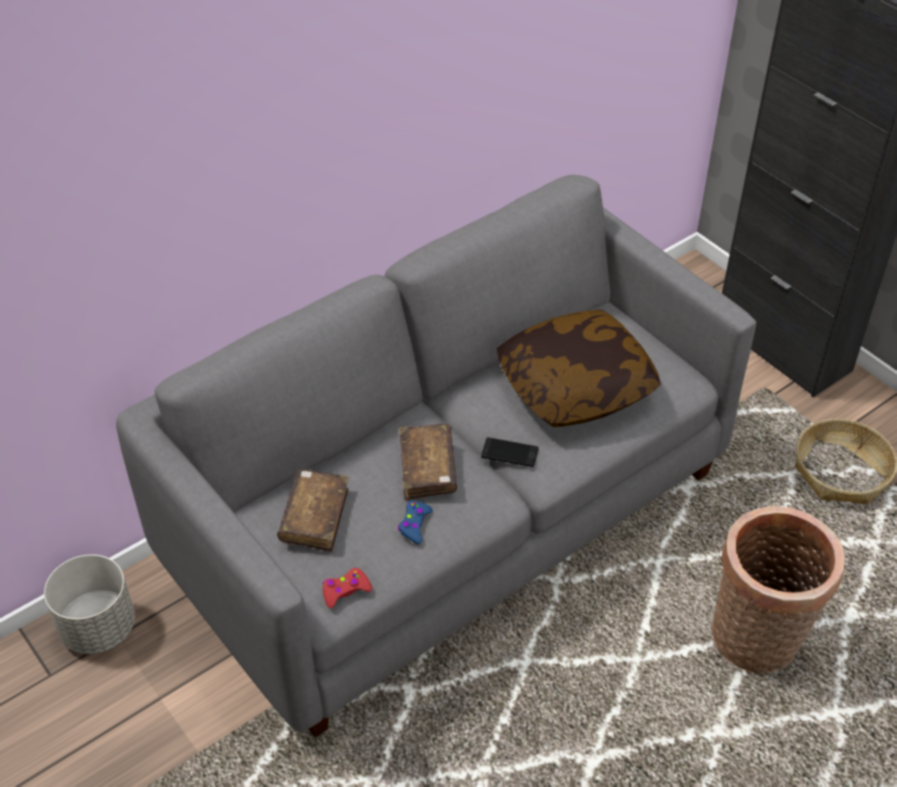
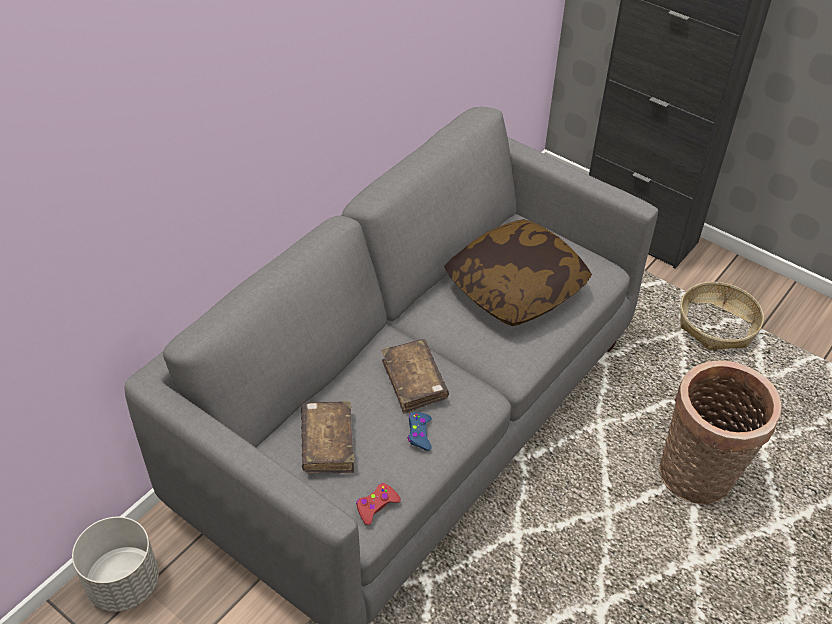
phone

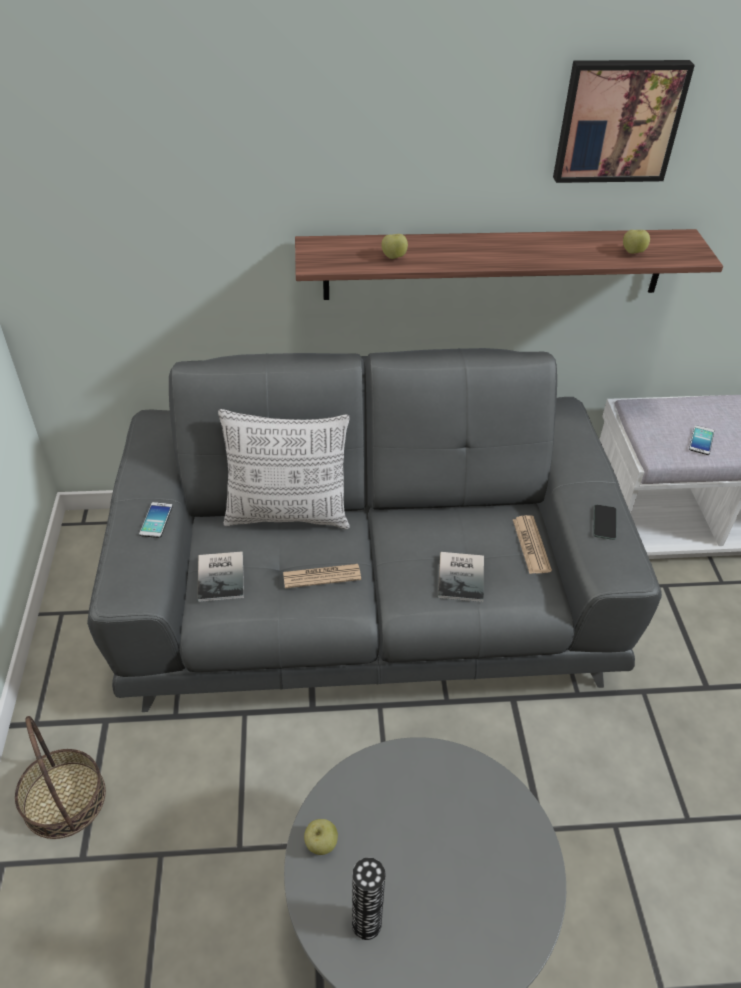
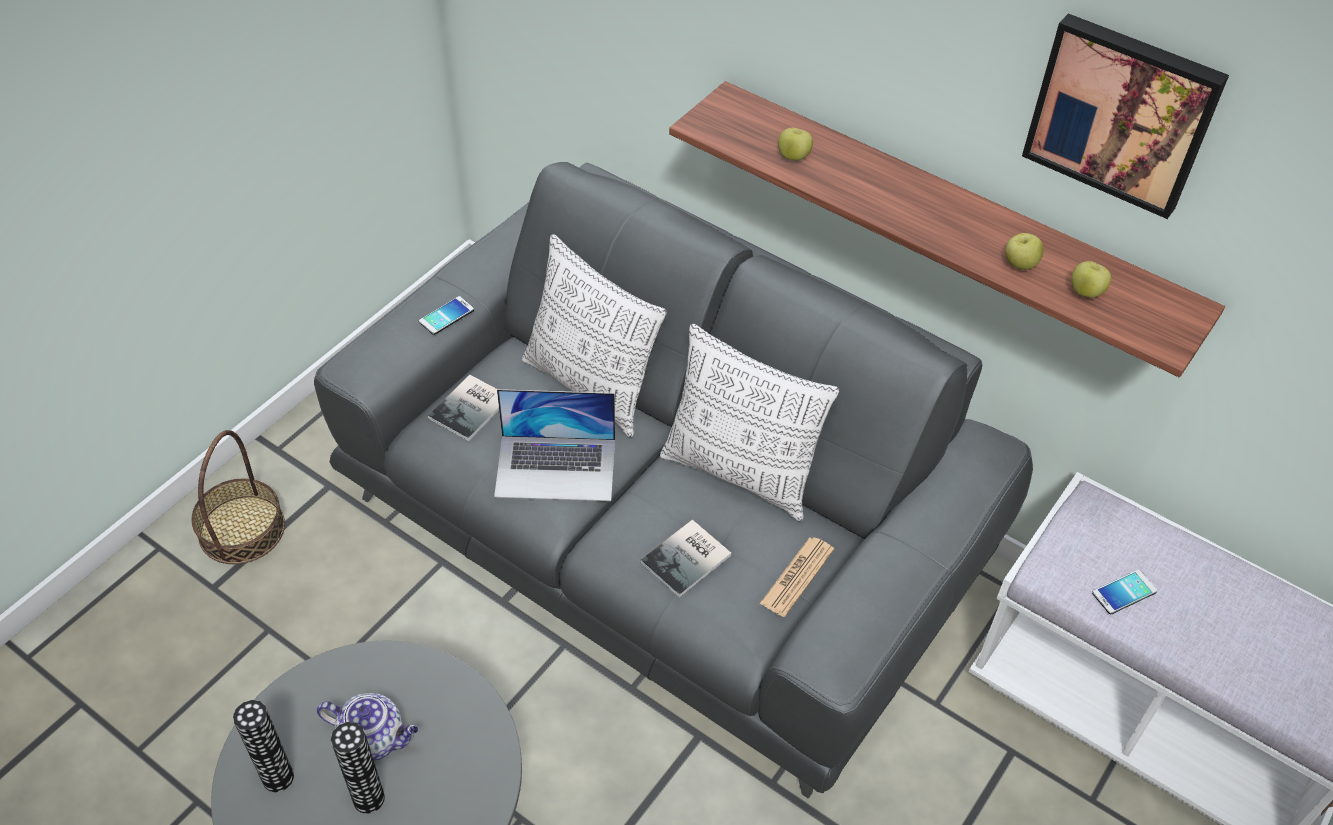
phone (2nd from left in the first image)
portable computer
apple (2nd from left)
pillow (2nd from left)
tea pot
decorative vase (2nd from left)

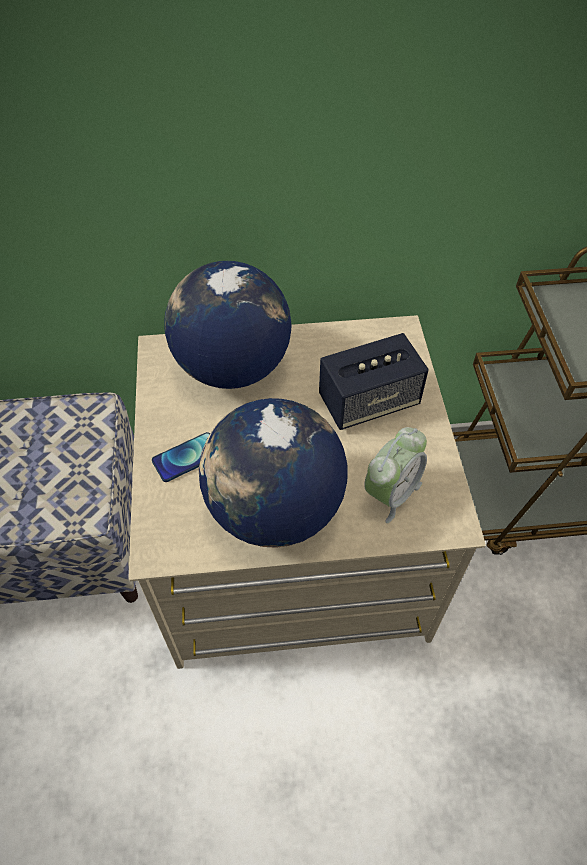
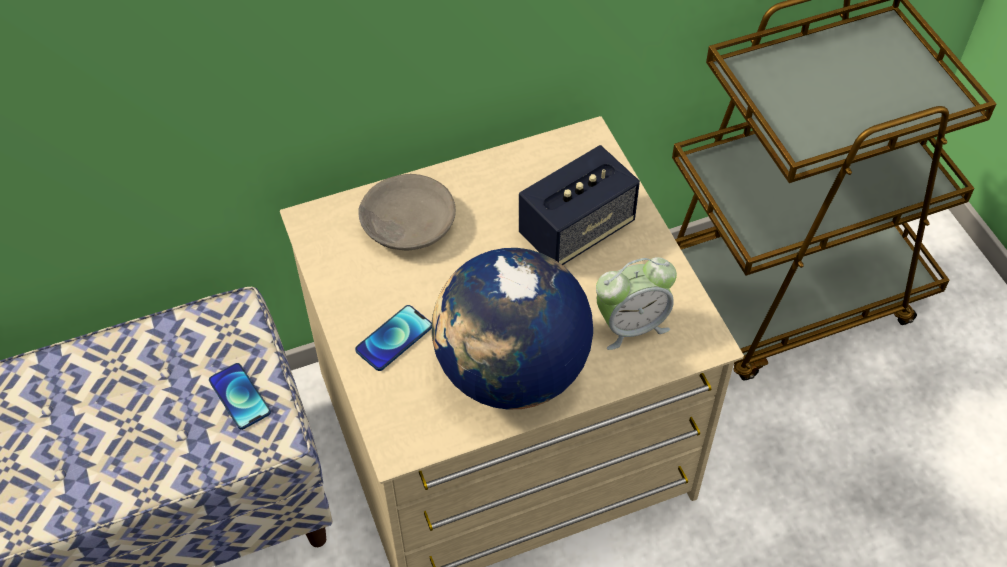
grey bowl
bedside clock
phone (1st from left)

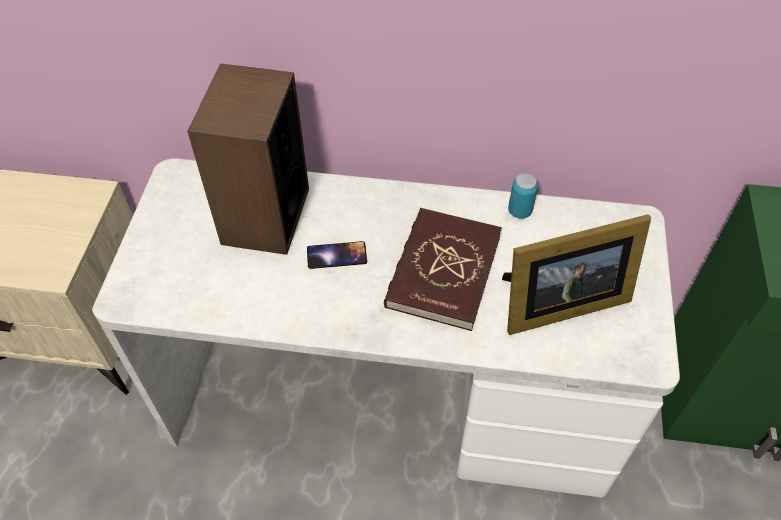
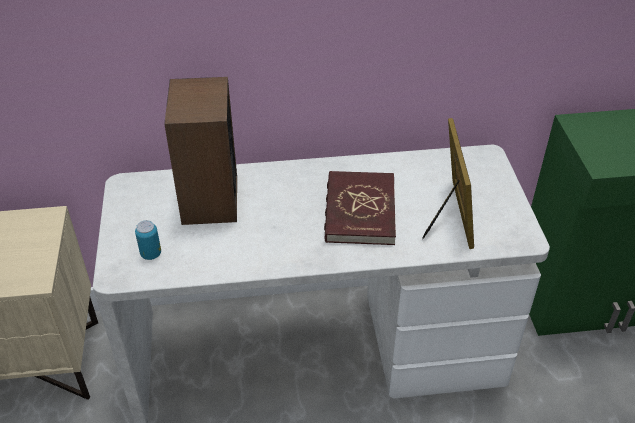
sealed can
picture frame
phone

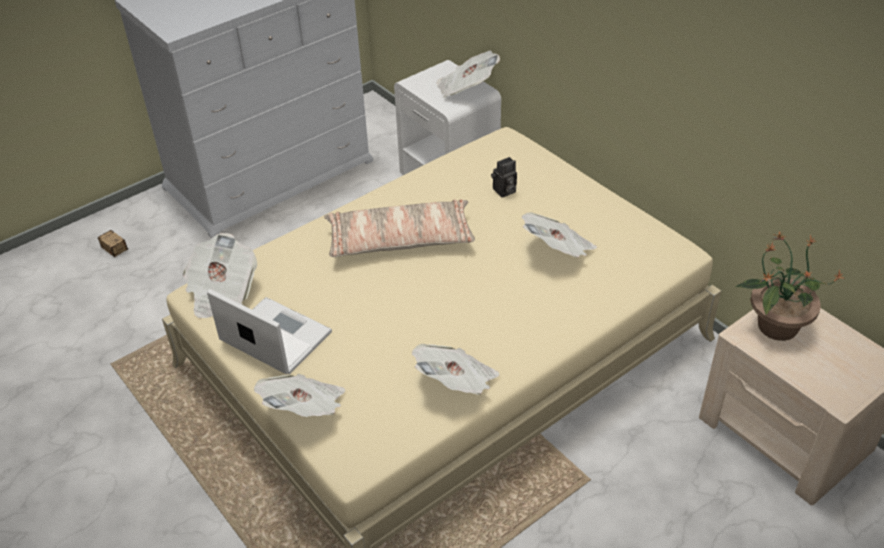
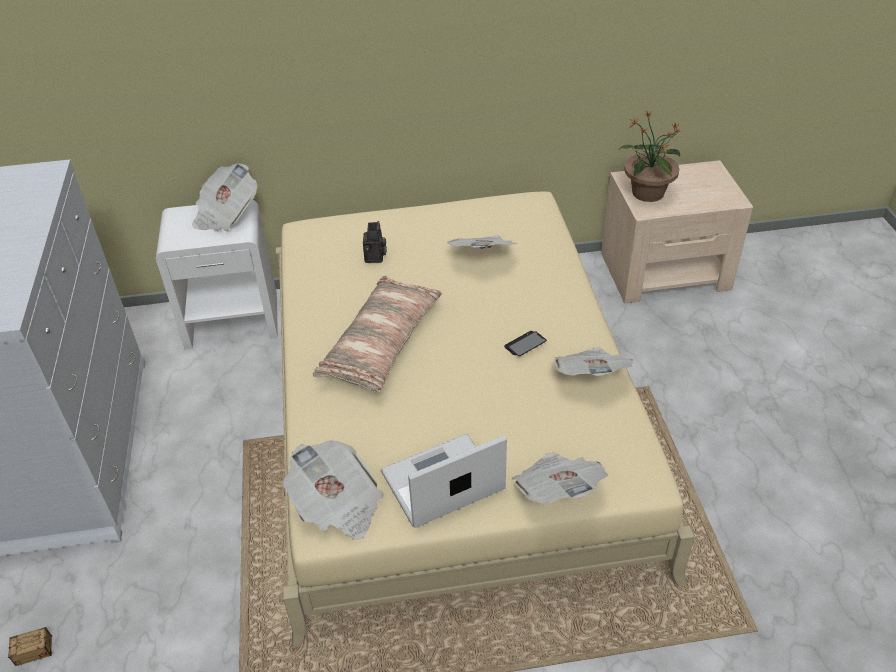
phone

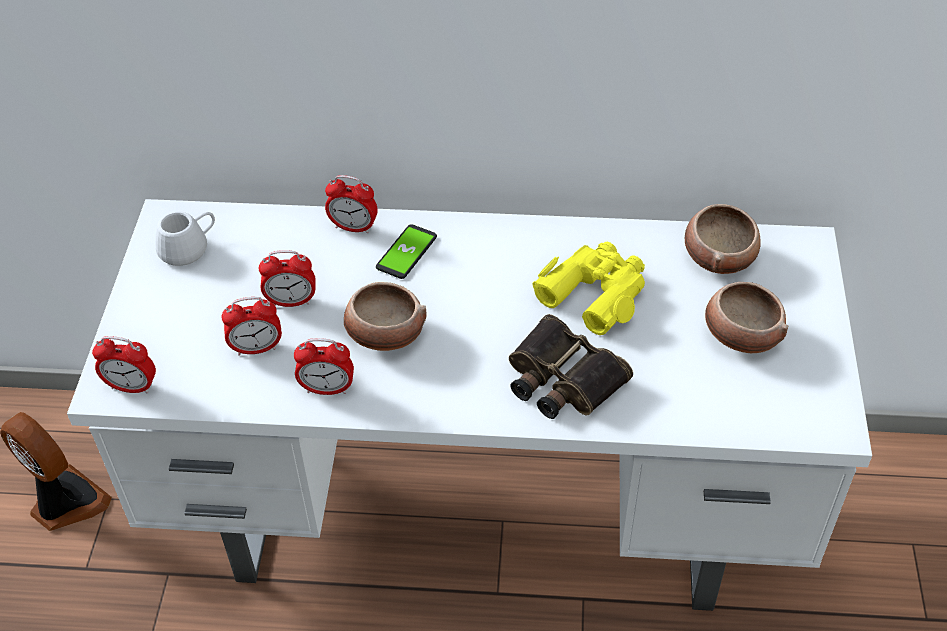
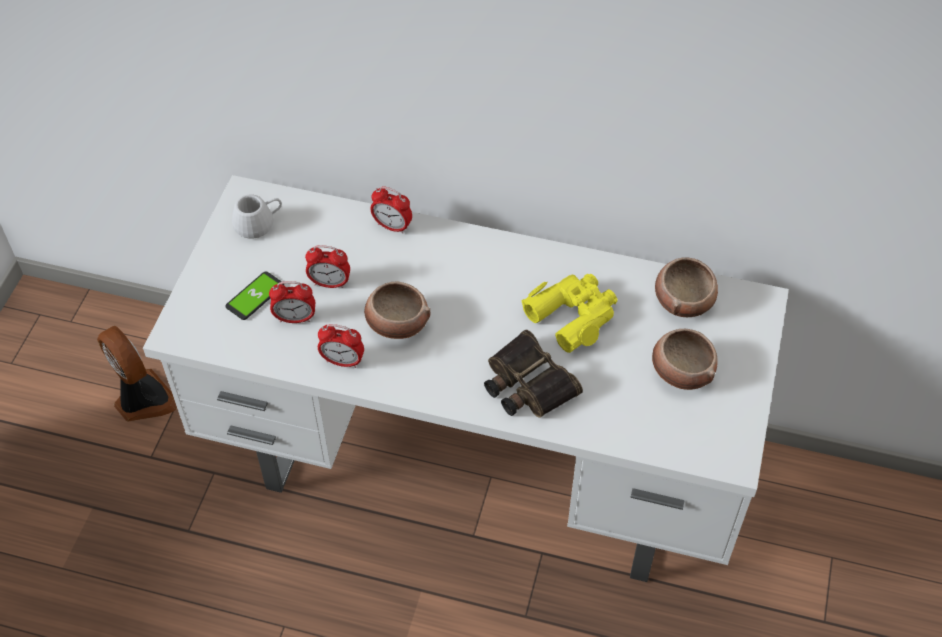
phone
bedside clock (1st from left in the first image)

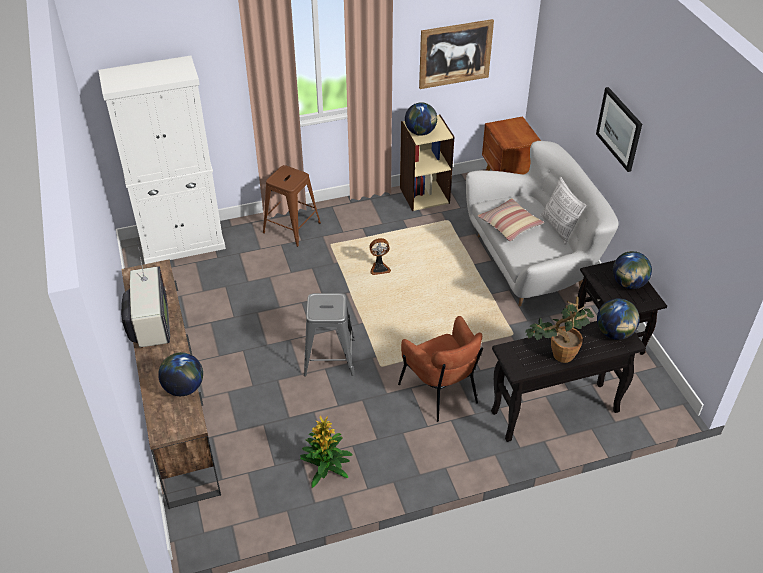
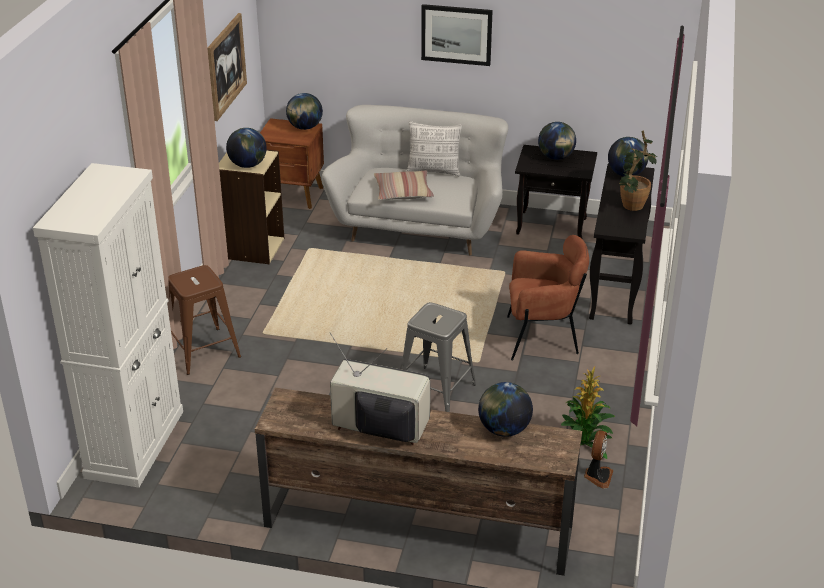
cooling fan
world globe (2nd from left)

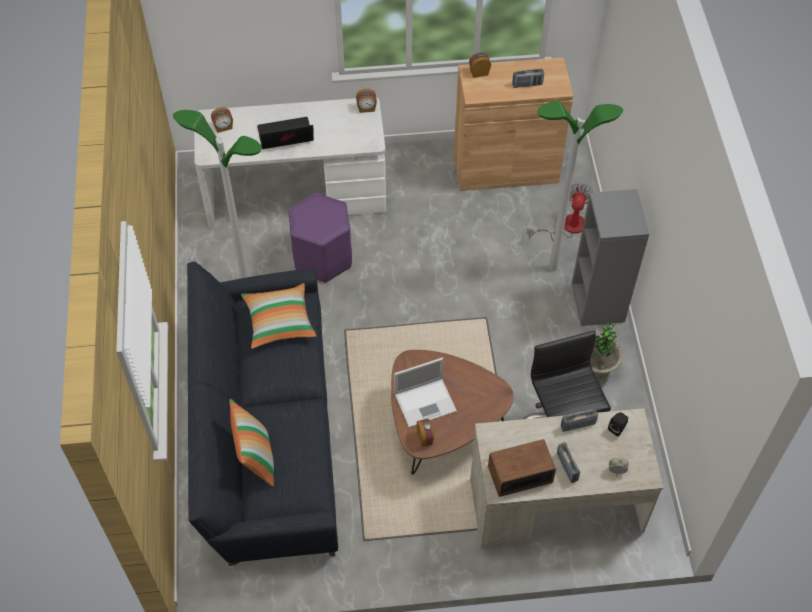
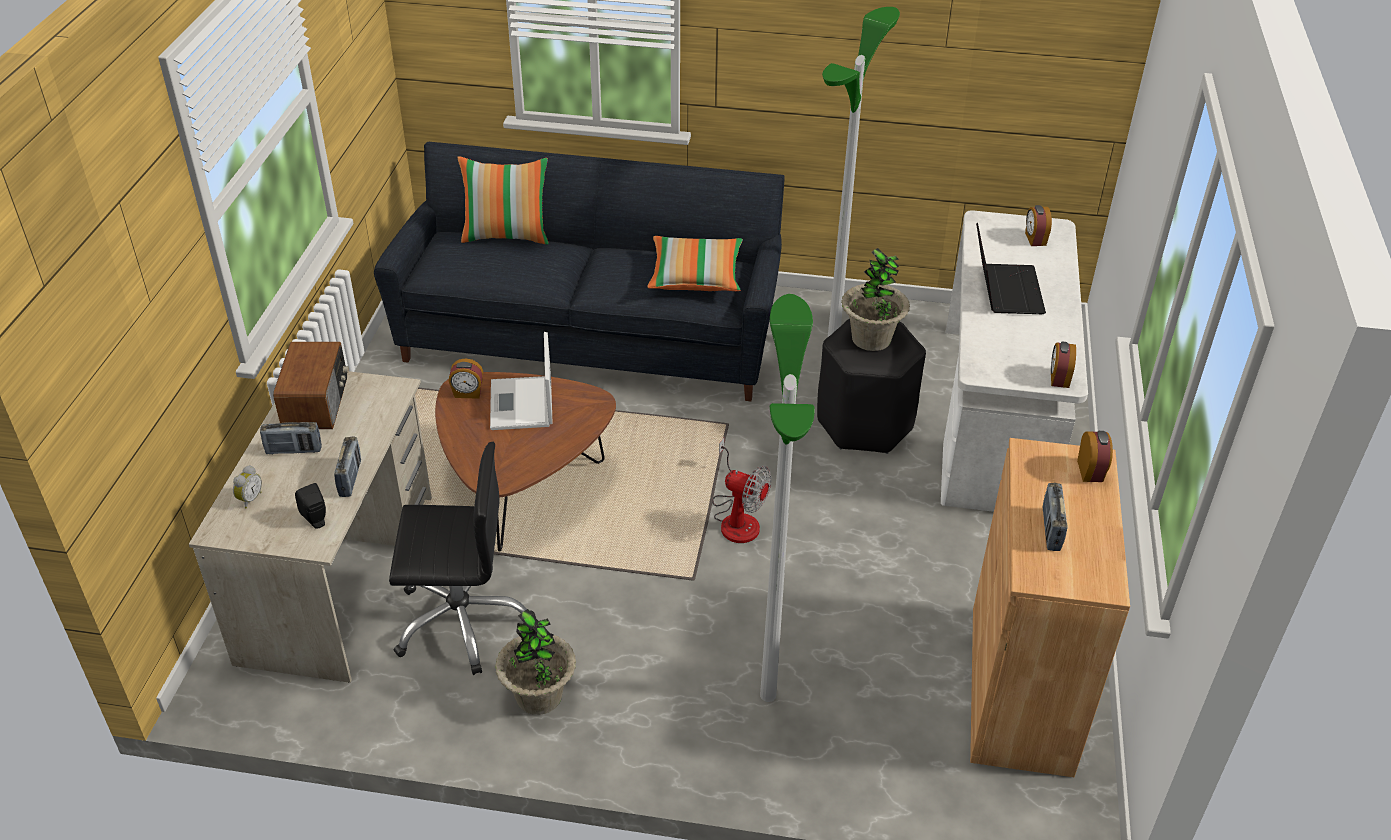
cooling fan
grey bookshelf
blackish stool
plant in a pot (2nd from left)

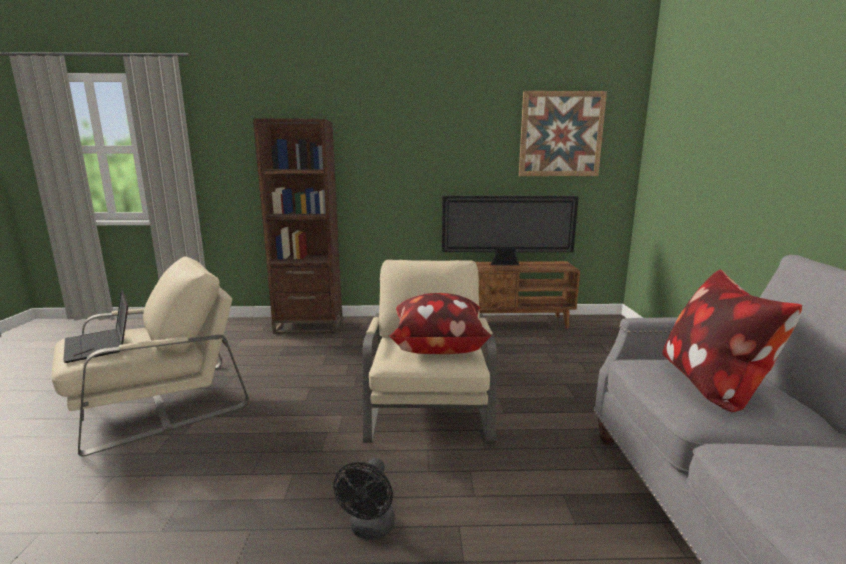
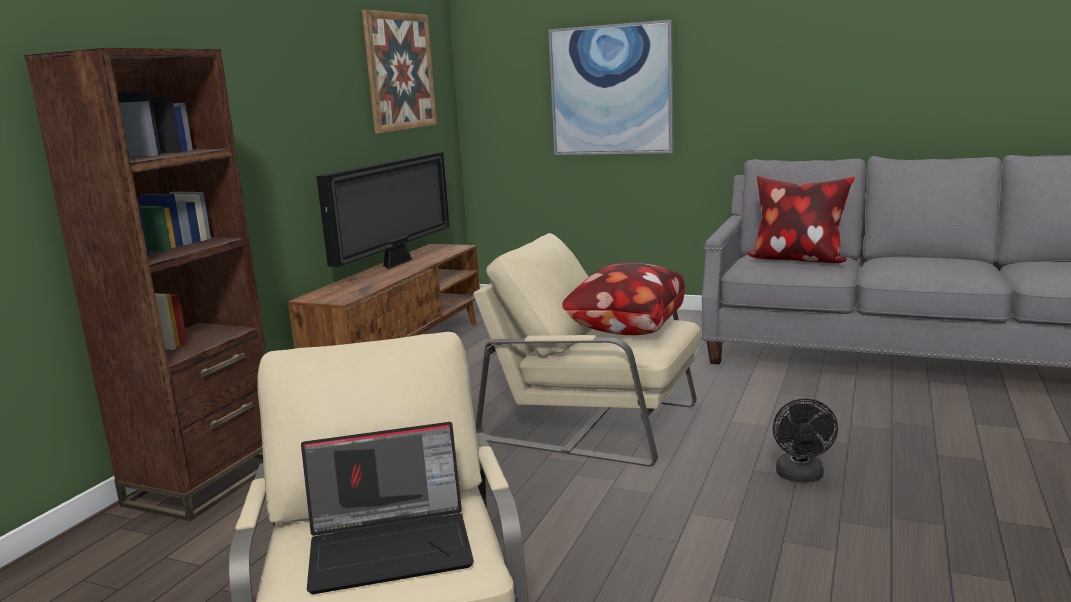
blackish cooling fan
wall picture (2nd from left)

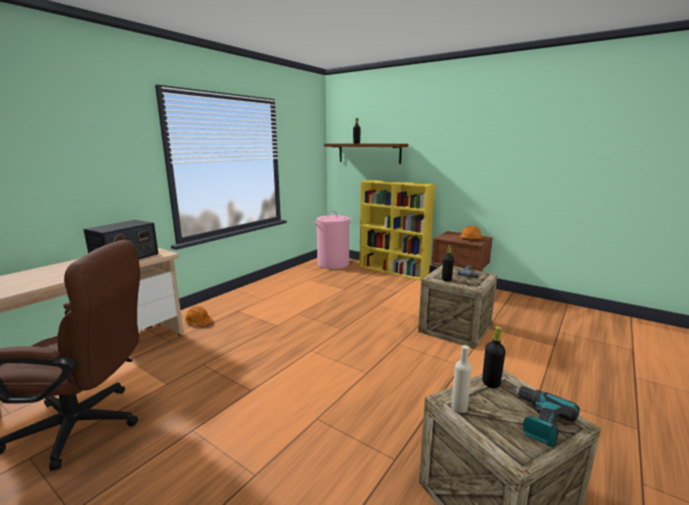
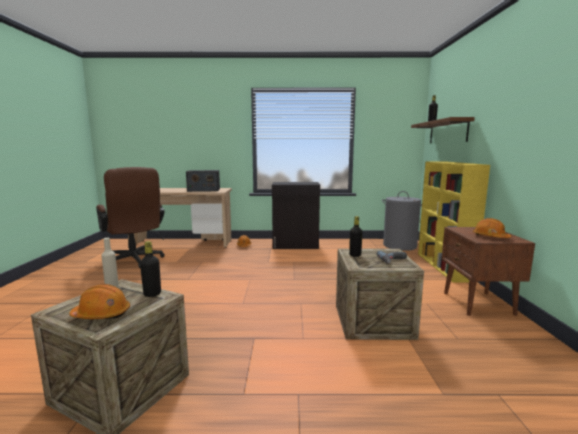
grey washing basket
orange work helmet (1st from left)
blackish storage cabinet

